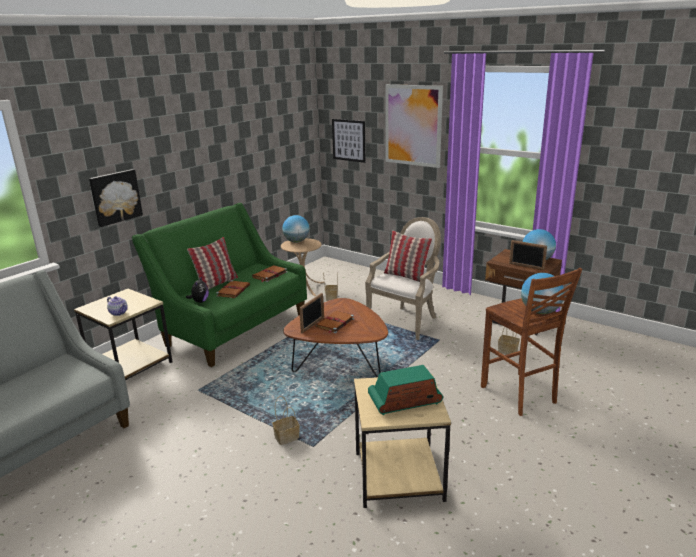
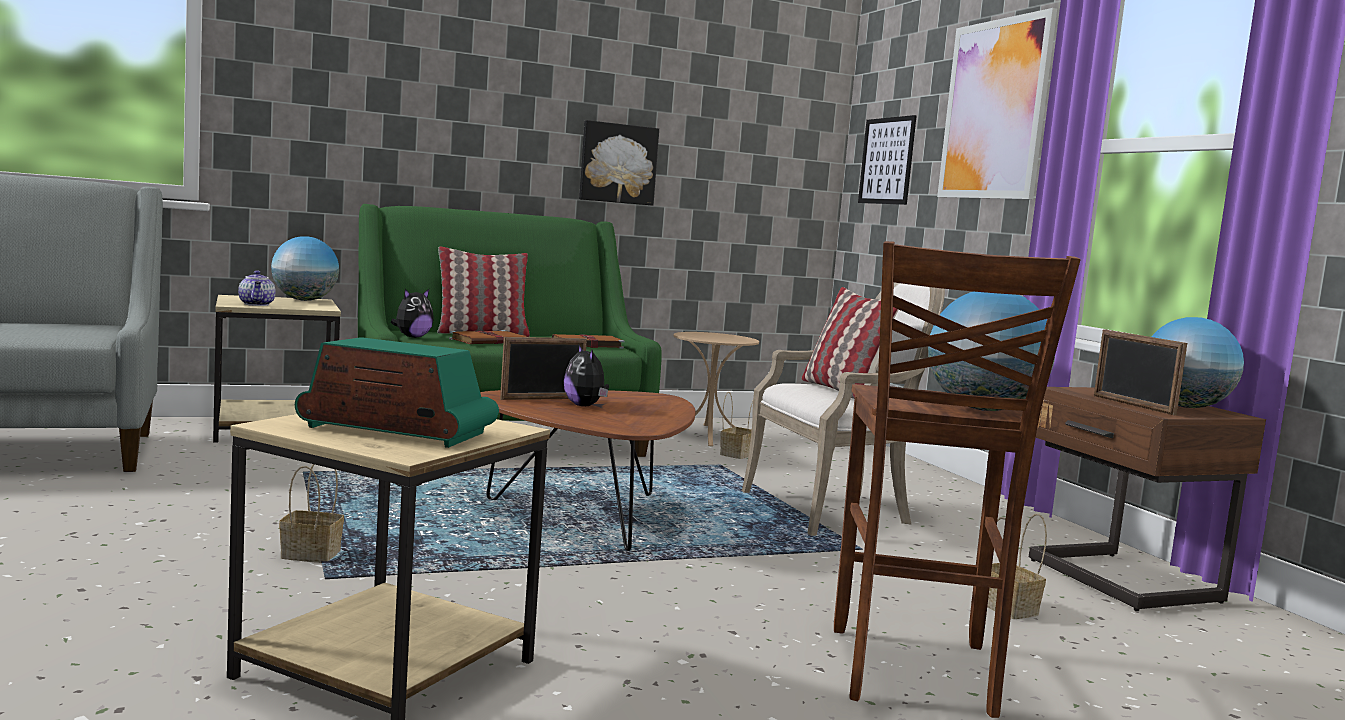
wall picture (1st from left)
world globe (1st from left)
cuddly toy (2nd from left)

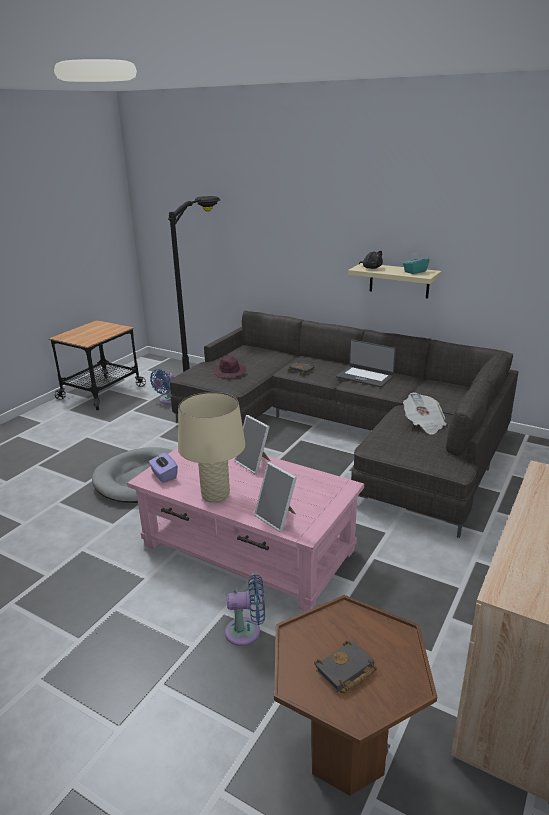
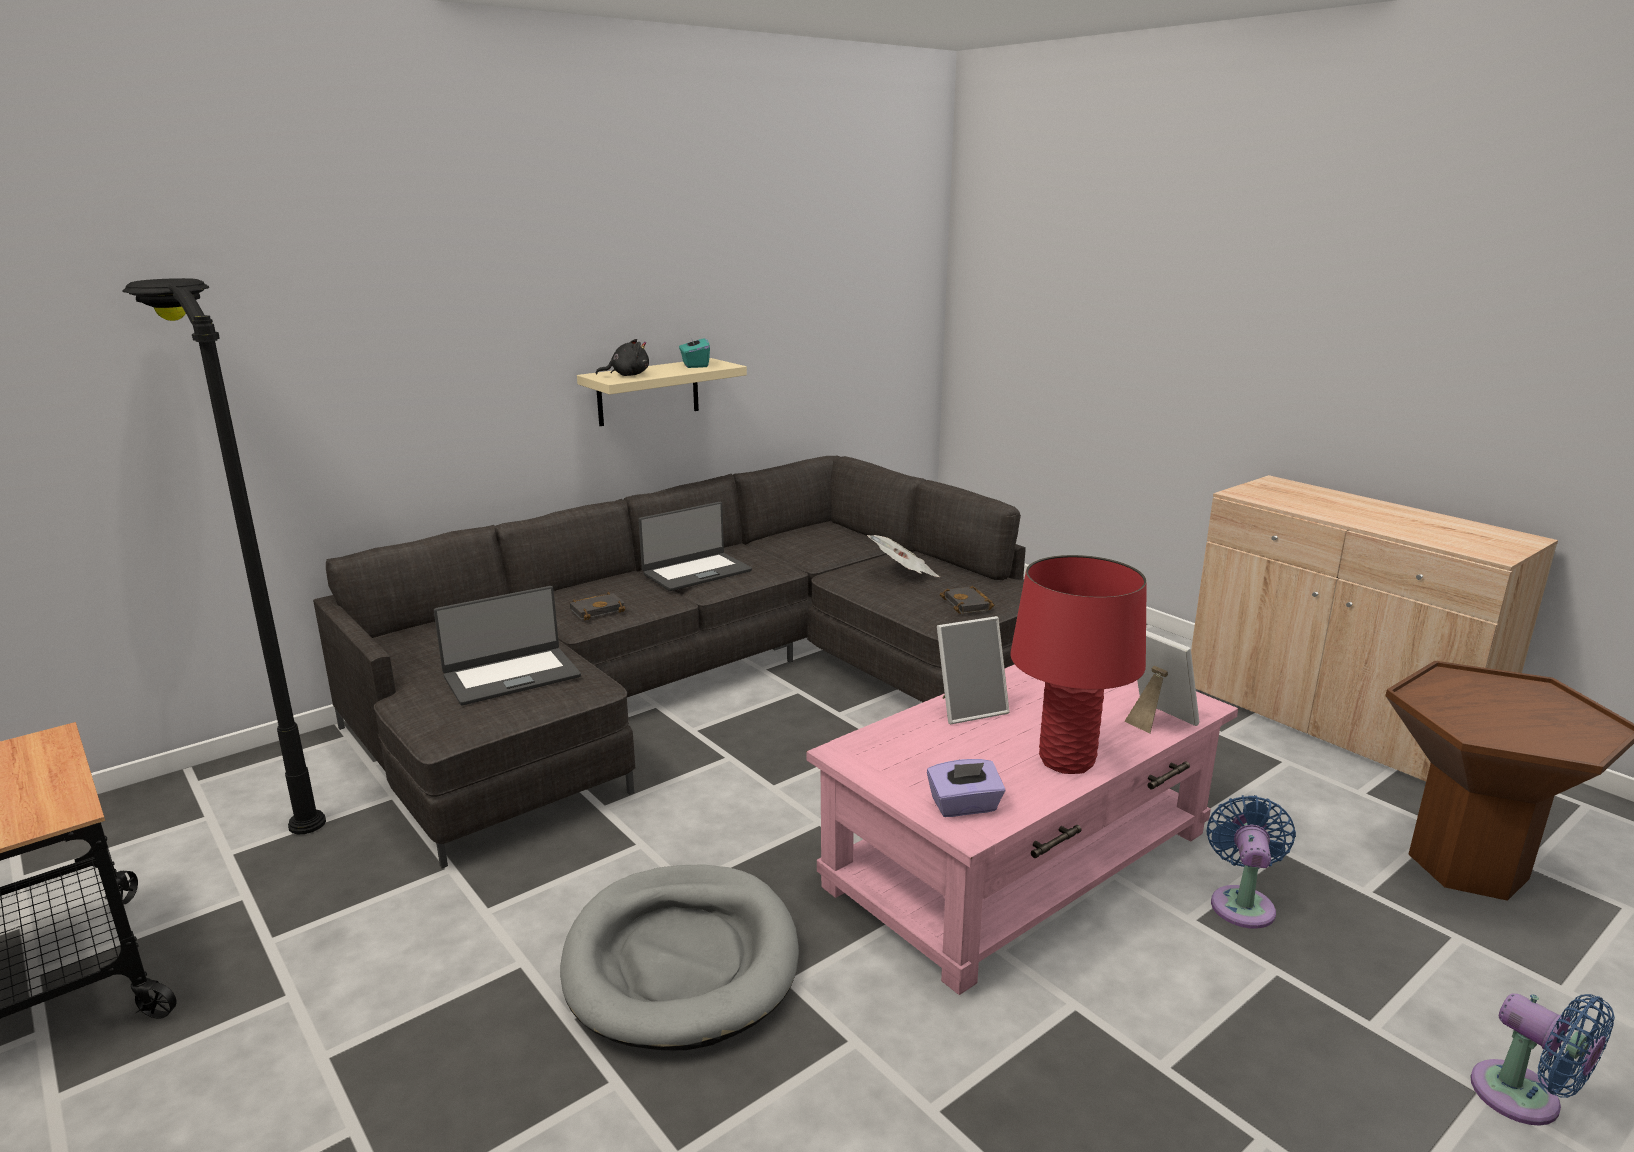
portable computer (1st from left)
blue-coloured cooling fan (2nd from left)
red tabletop lamp
picture frame (2nd from left)
blackish bound book (2nd from left)

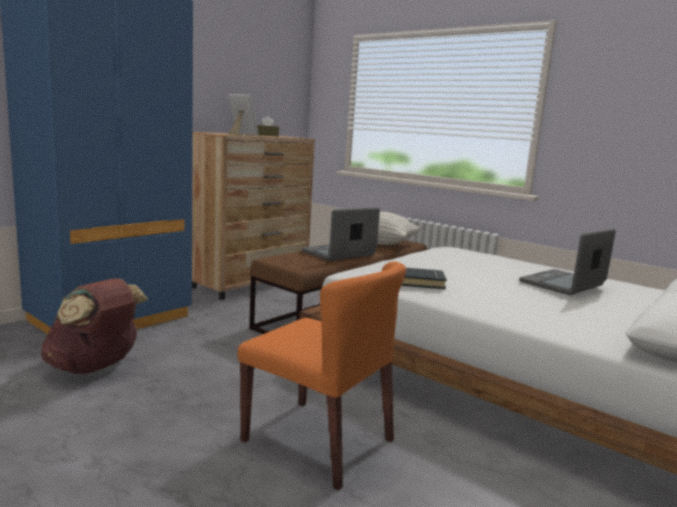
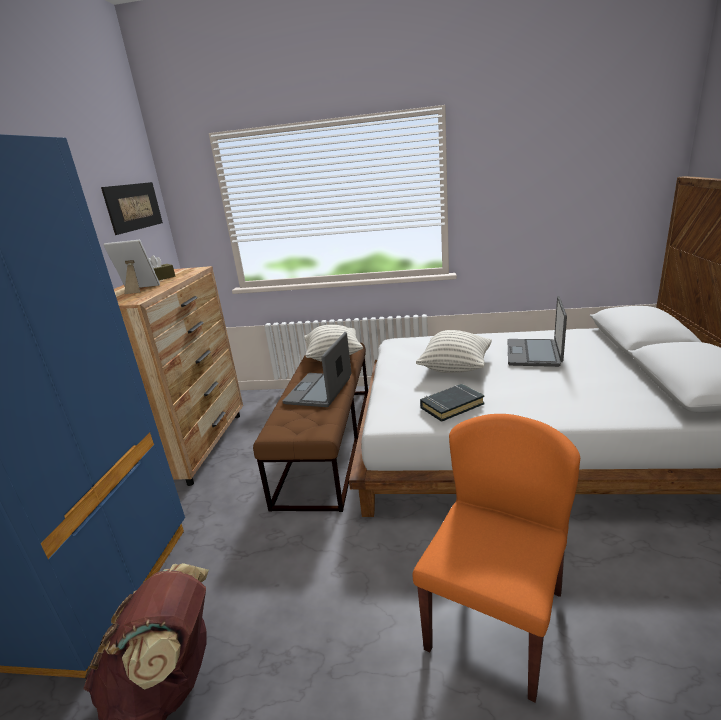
orange chair
wall picture
pillow (2nd from left)

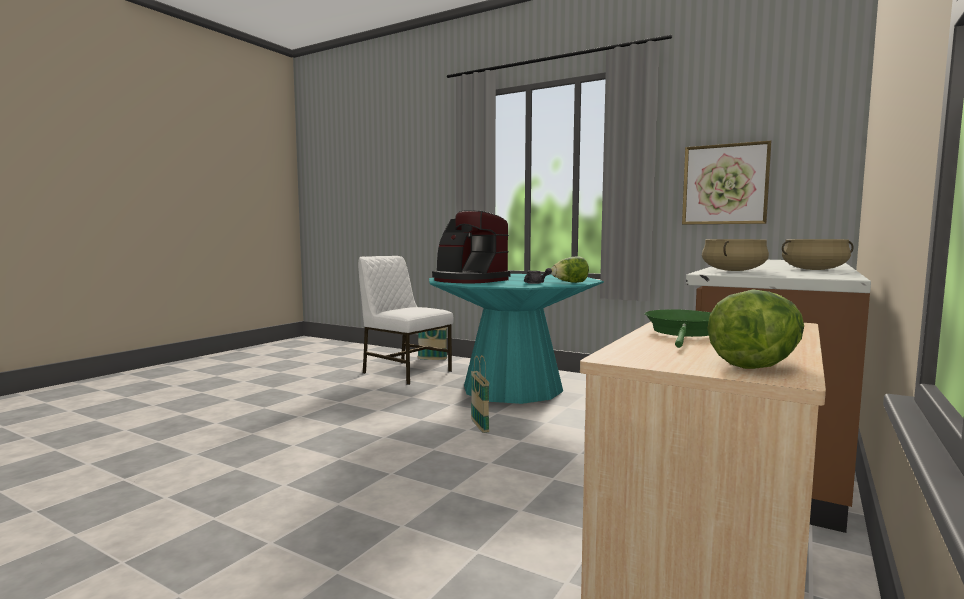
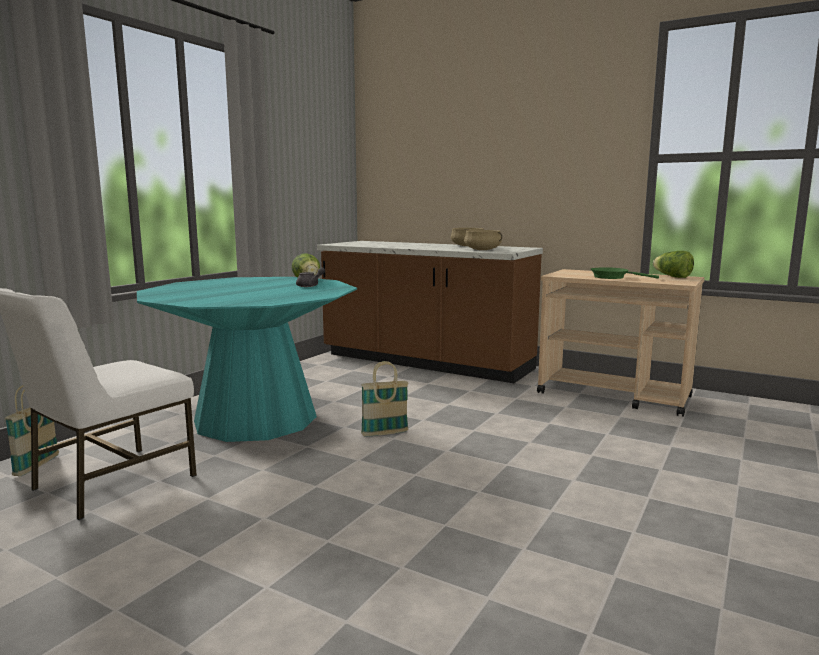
wall picture
coffee brewer

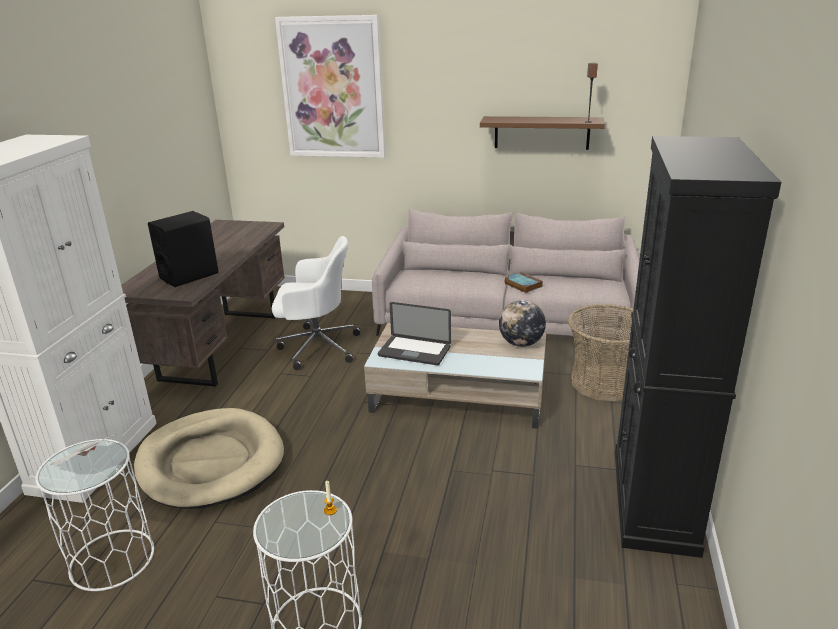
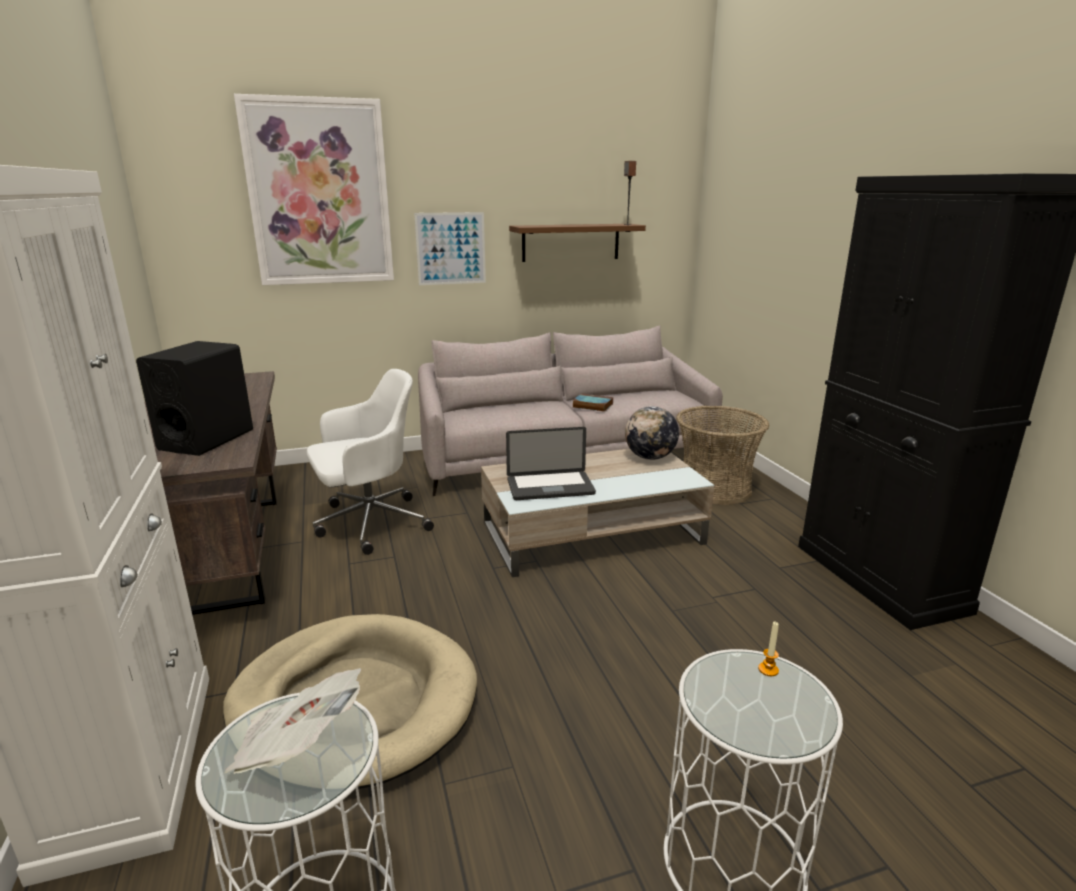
wall picture (2nd from left)

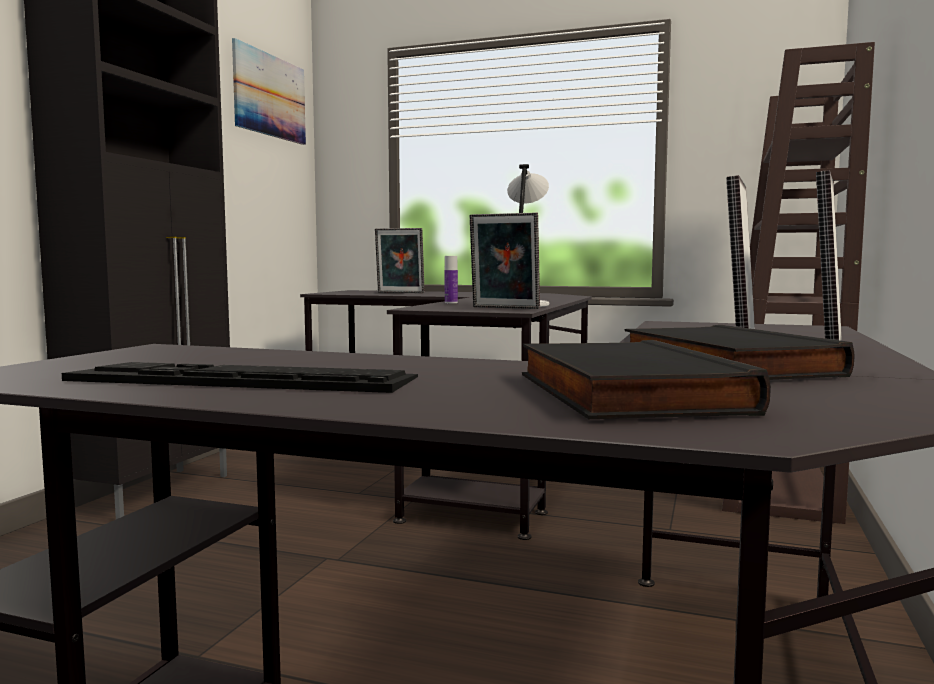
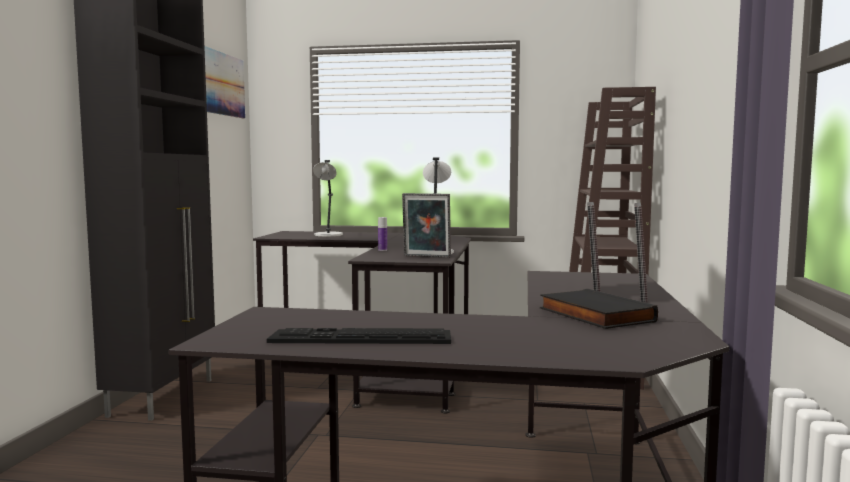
grey tabletop lamp (1st from left)
blackish bound book (1st from left in the first image)

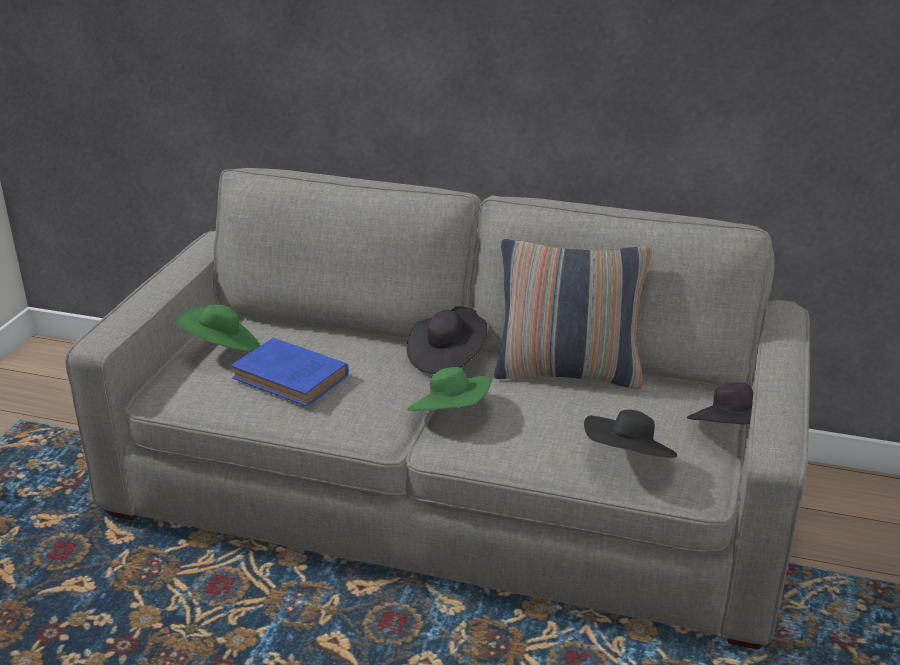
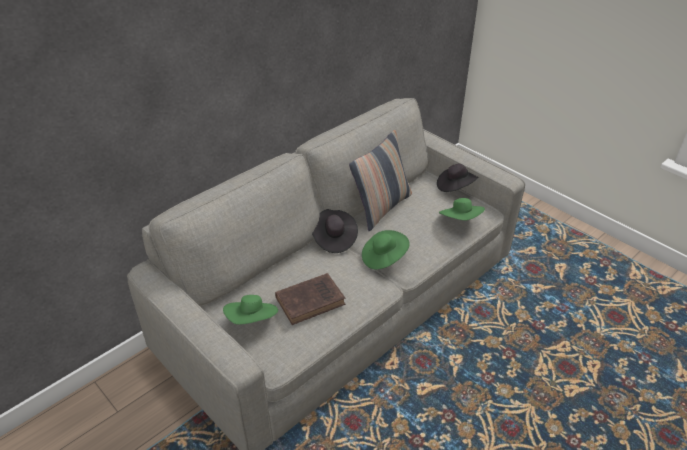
brown bound book
green-coloured hat (3rd from left)

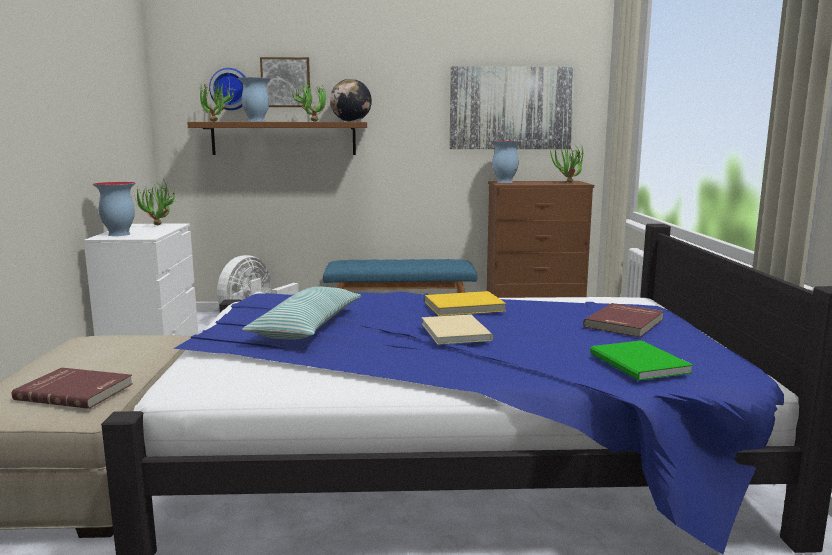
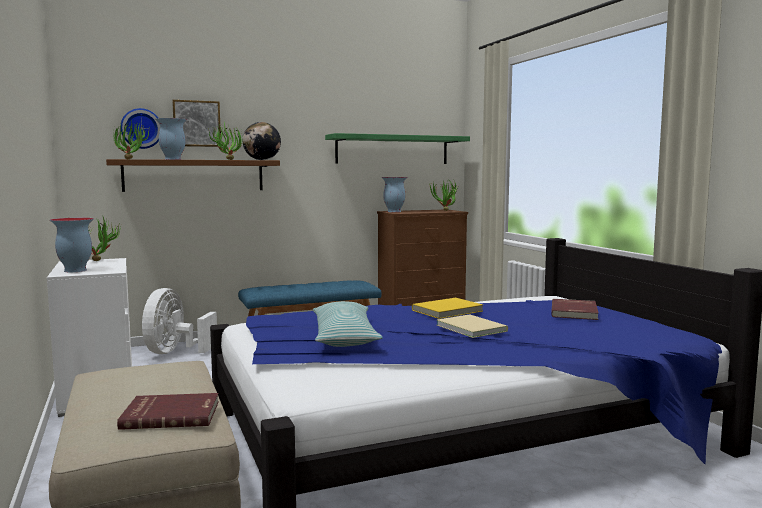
green-coloured wall shelf
green-coloured bound book

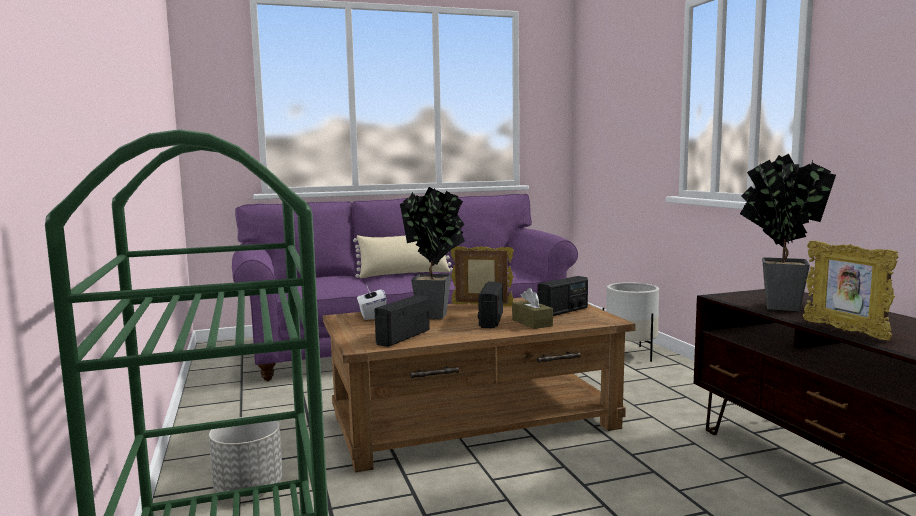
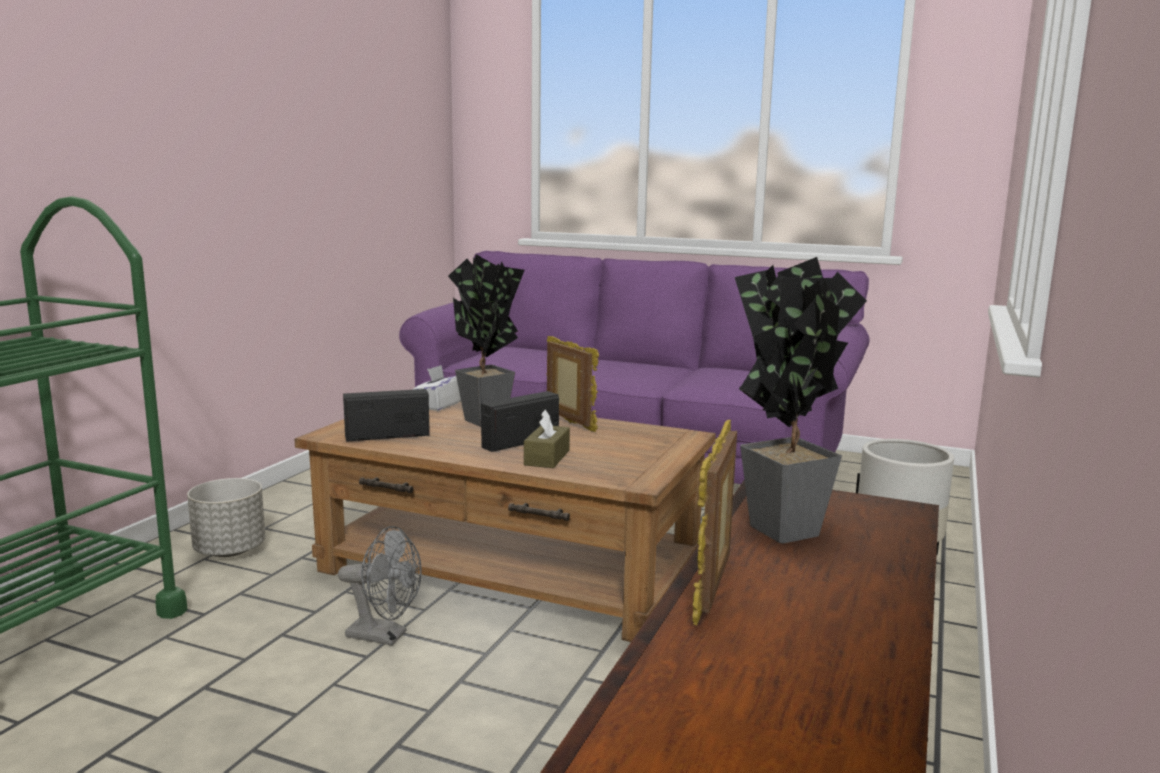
beige-coloured pillow
radio receiver (3rd from left in the first image)
grey cooling fan

